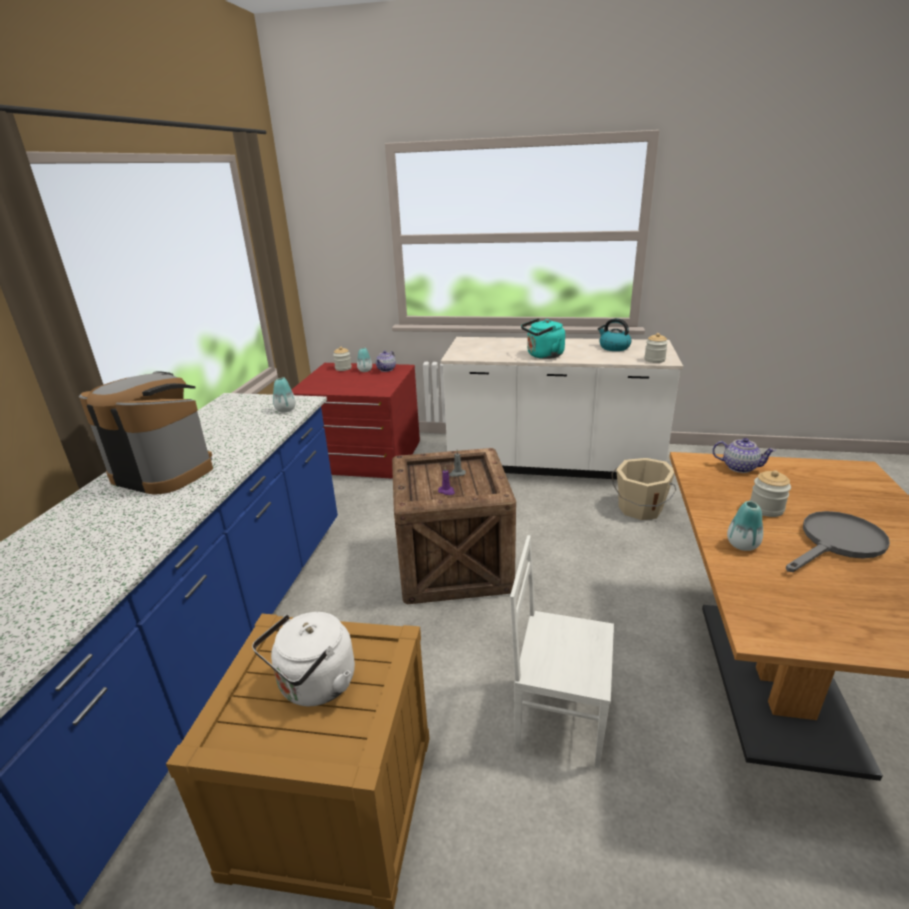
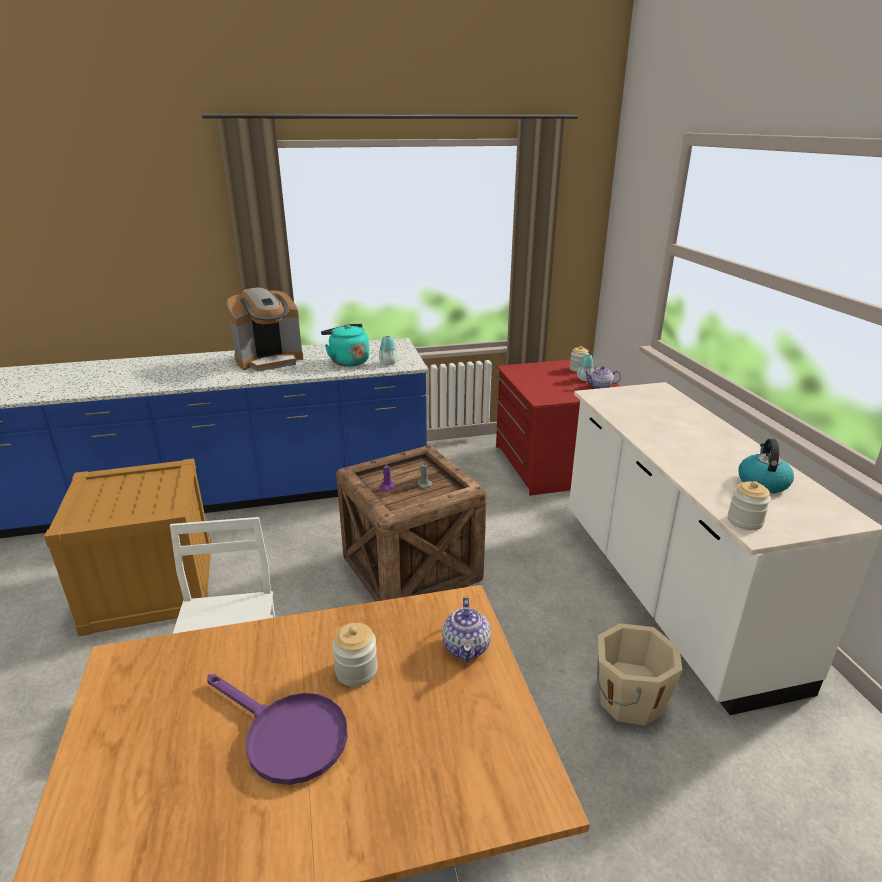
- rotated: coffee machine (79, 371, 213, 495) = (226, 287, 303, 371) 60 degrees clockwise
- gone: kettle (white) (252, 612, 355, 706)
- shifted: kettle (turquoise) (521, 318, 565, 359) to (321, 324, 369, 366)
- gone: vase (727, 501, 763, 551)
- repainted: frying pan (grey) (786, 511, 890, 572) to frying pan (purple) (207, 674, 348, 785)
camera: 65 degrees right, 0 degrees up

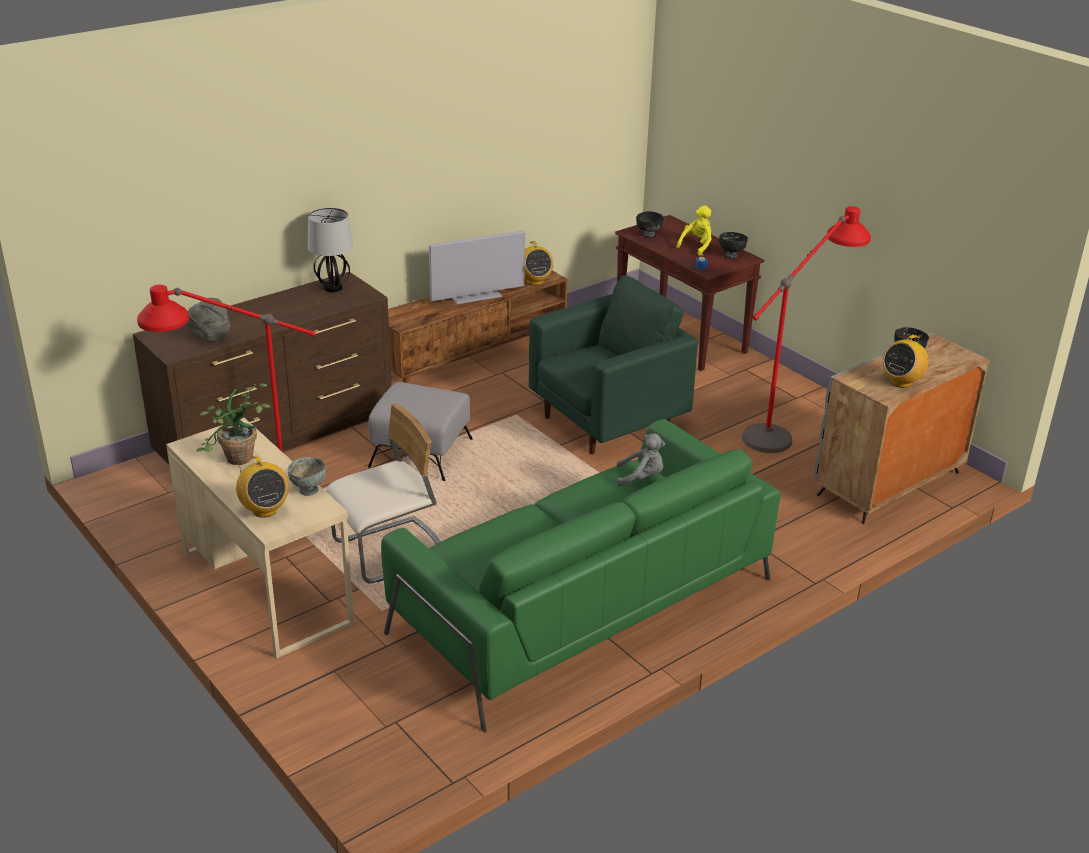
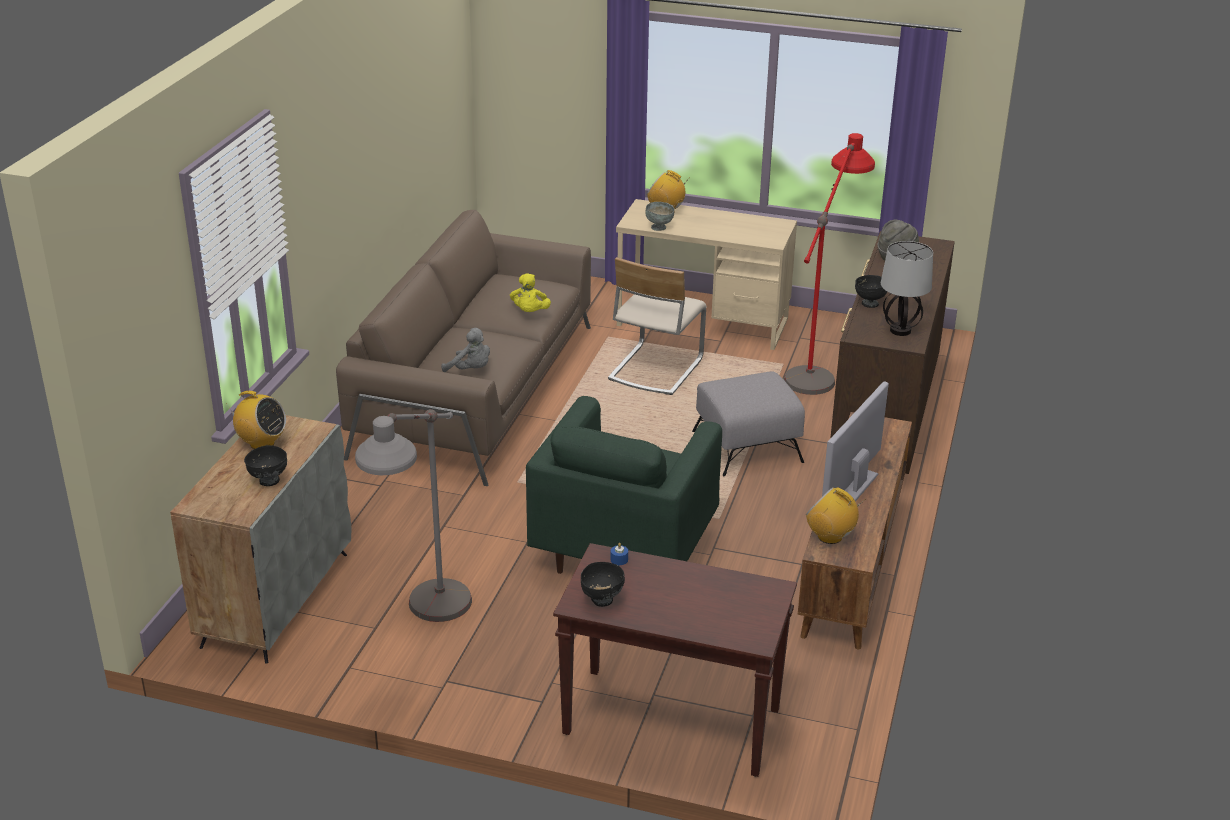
- gone: potted plant (196, 383, 271, 465)
- repainted: sofa (green) (381, 419, 781, 732) to sofa (brown) (336, 210, 591, 486)
- rotated: plush toy (grey) (617, 433, 665, 486) = (441, 328, 490, 372) 120 degrees counterclockwise
- shifted: bowl (black) (636, 211, 664, 238) to (855, 275, 887, 308)
- shifted: plush toy (yellow) (677, 205, 712, 256) to (510, 273, 551, 312)
- repainted: floor lamp (red) (742, 206, 871, 453) to floor lamp (grey) (355, 409, 472, 622)
- rotated: radio (882, 334, 928, 388) = (226, 391, 286, 449) 105 degrees clockwise
camera: 145 degrees right, 0 degrees up

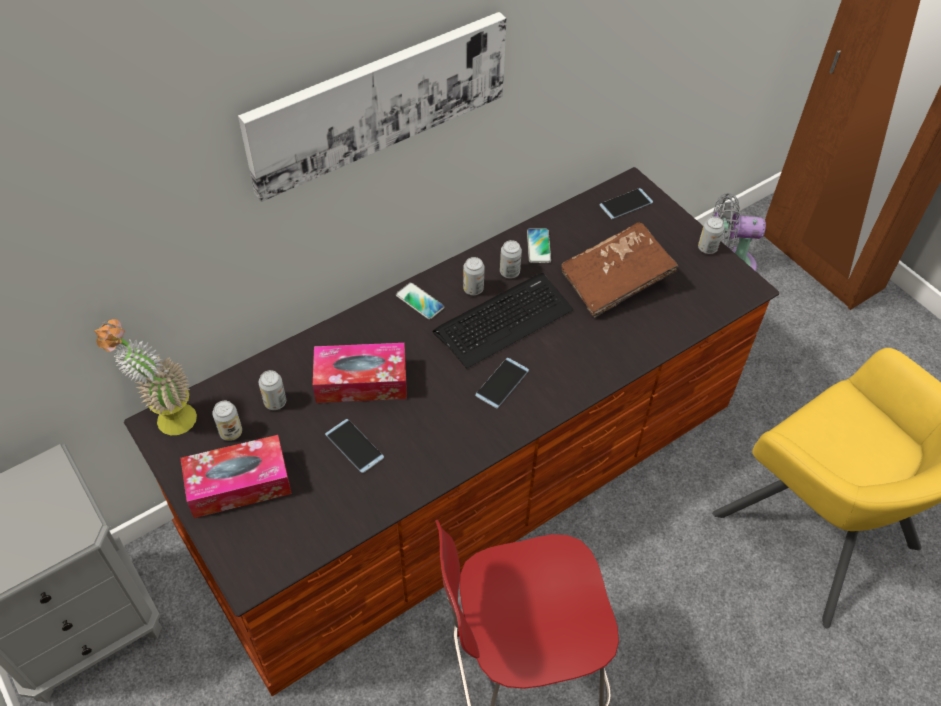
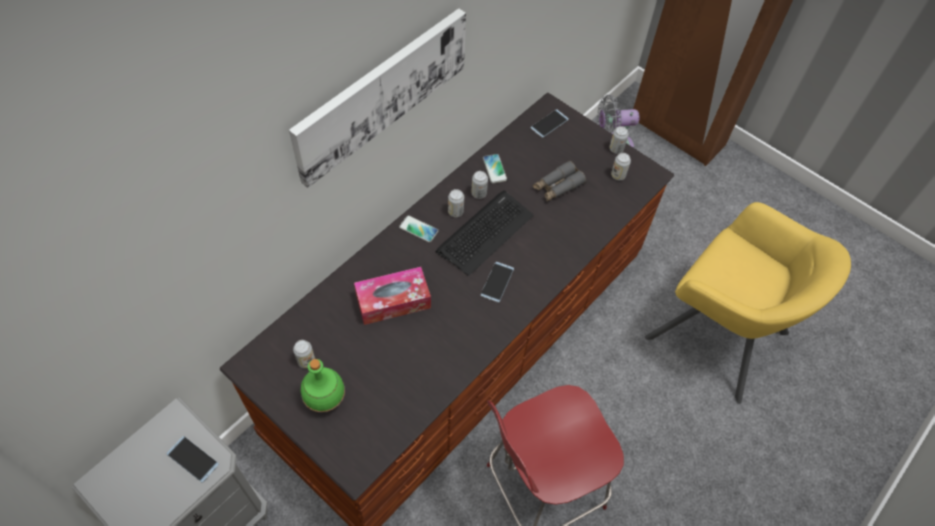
- gone: potted plant (94, 319, 197, 435)
- swapped: tissue box (180, 435, 292, 518) to bottle (green) (301, 359, 345, 412)
- shifted: can (259, 370, 286, 410) to (611, 153, 631, 180)
- shifted: phone (325, 419, 384, 473) to (166, 436, 219, 483)
- swapped: book (brown) (562, 222, 678, 317) to binoculars (grey) (533, 161, 586, 201)
camera: 15 degrees left, 5 degrees up

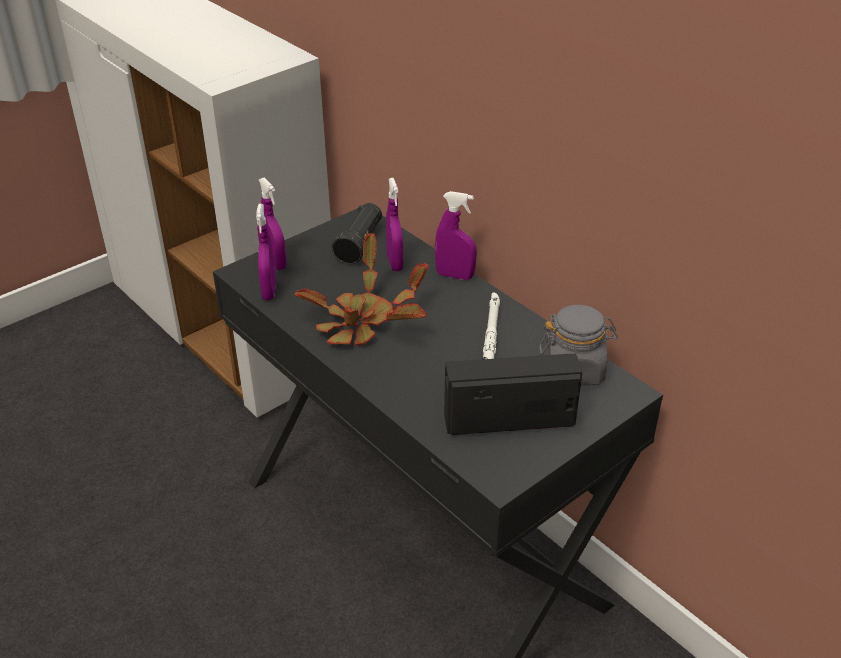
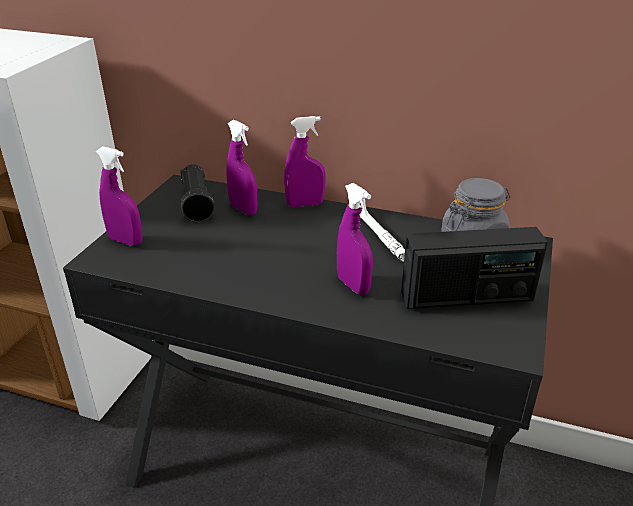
- shifted: spray bottle (purple) (256, 204, 276, 300) to (337, 183, 373, 295)
- gone: potted plant (294, 233, 429, 345)
- rotated: radio (444, 353, 582, 435) = (401, 227, 548, 309) 150 degrees counterclockwise
camera: 30 degrees left, 5 degrees down

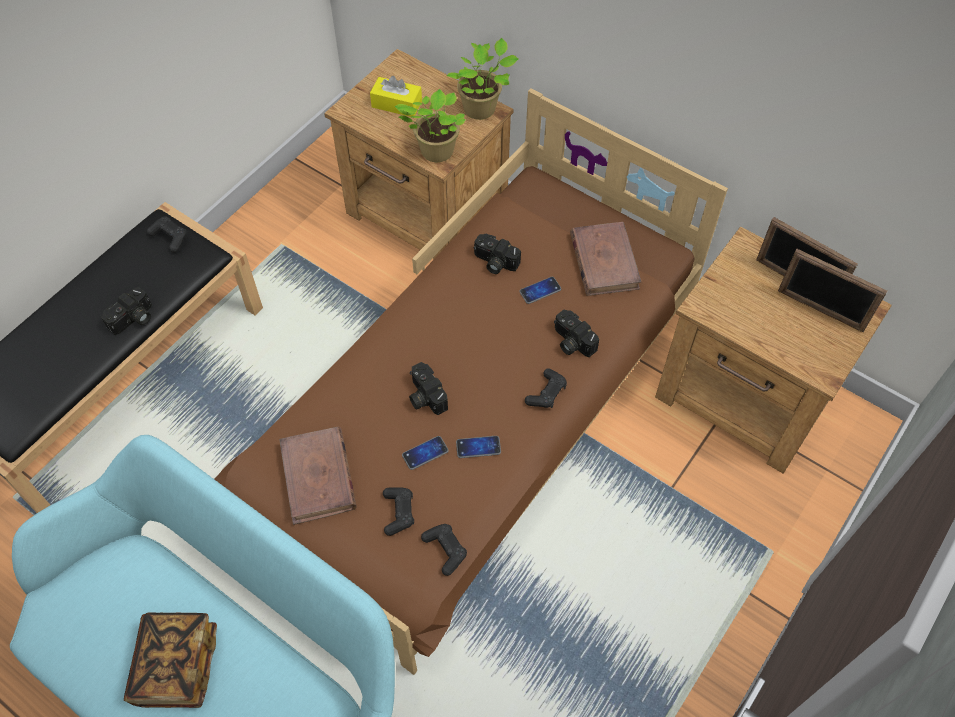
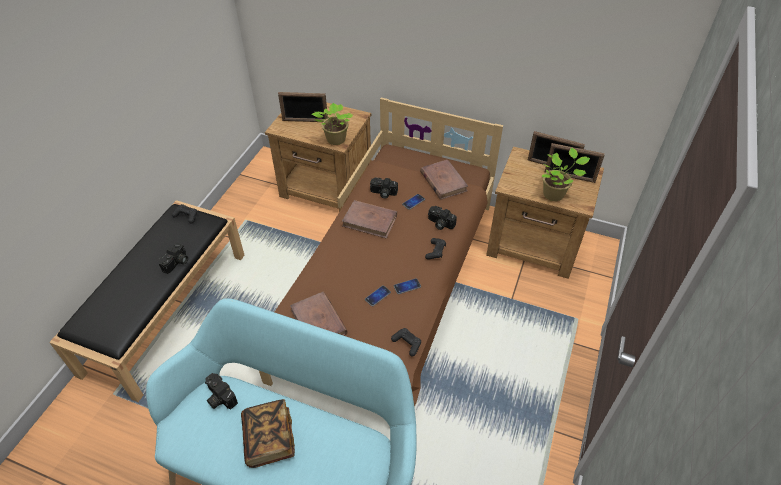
- swapped: tissue box (yellow) (370, 76, 422, 117) to picture frame (278, 92, 328, 122)
- gone: game controller (black) (383, 487, 414, 536)
- shifted: photo camera (409, 362, 448, 415) to (205, 373, 238, 409)
- shifted: potted plant (446, 38, 519, 120) to (542, 148, 590, 201)
- new: book (brown) (342, 200, 397, 239)
camera: 15 degrees left, 10 degrees down

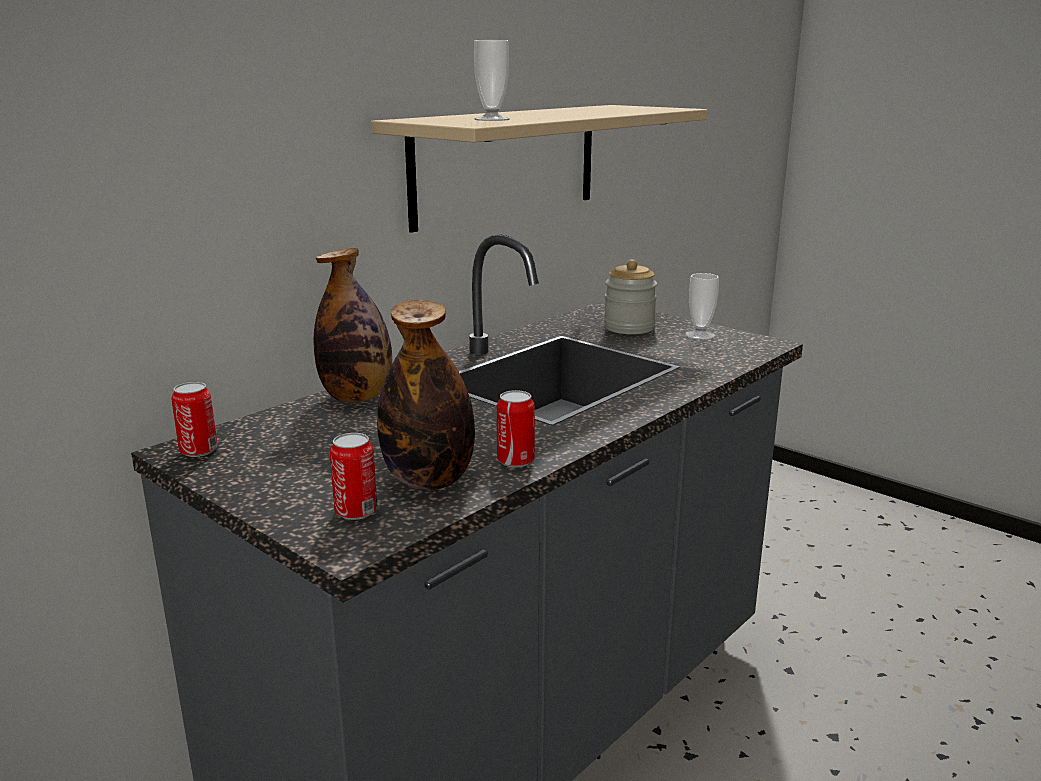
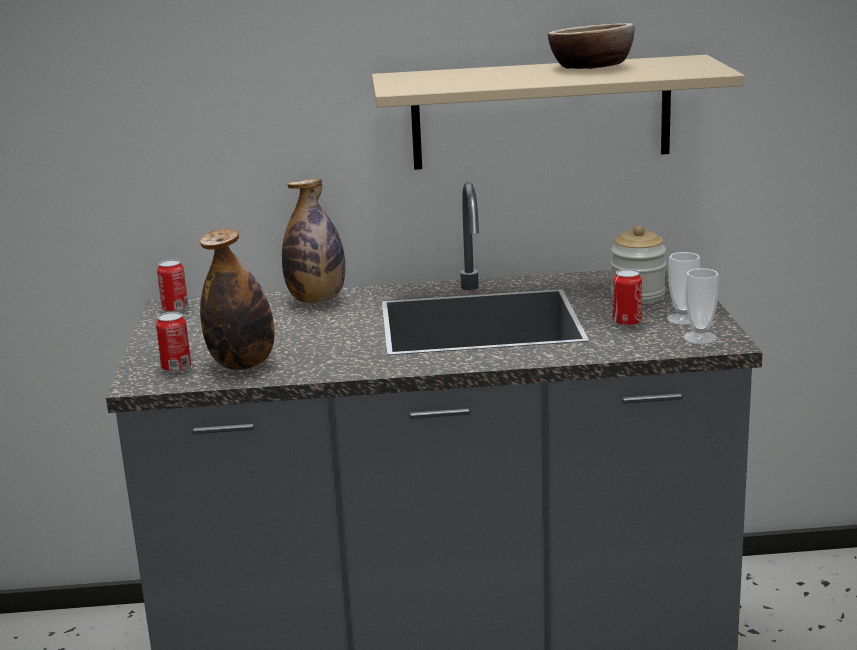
- shifted: cup (474, 40, 510, 121) to (684, 268, 719, 344)
- shifted: can (497, 390, 535, 467) to (613, 269, 642, 327)
- new: bowl (548, 23, 635, 69)
camera: 45 degrees right, 0 degrees up

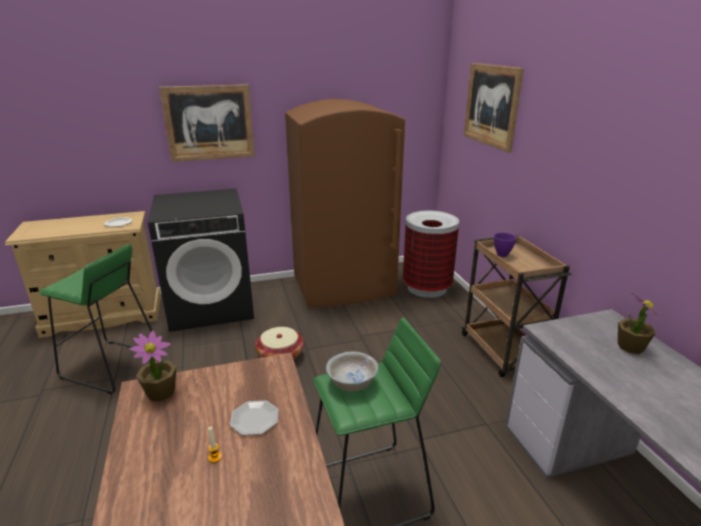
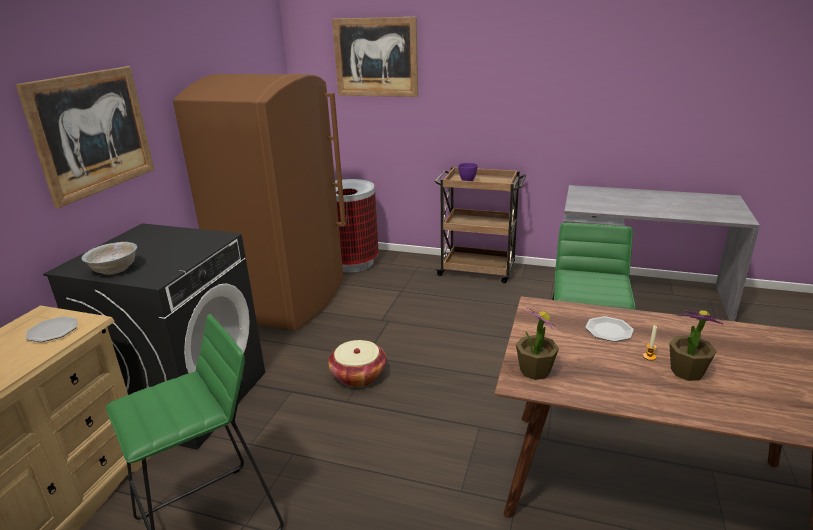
- shifted: bowl (white) (326, 352, 378, 391) to (82, 242, 137, 275)
- shifted: potted plant (618, 293, 660, 354) to (669, 310, 723, 381)
camera: 55 degrees left, 0 degrees up

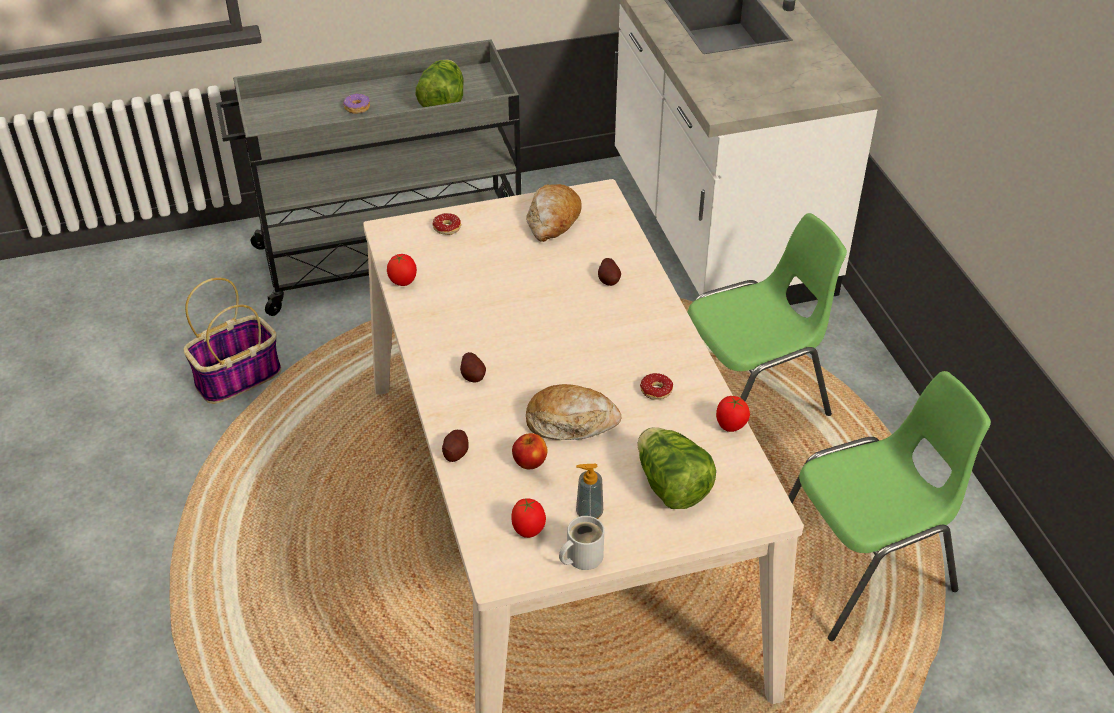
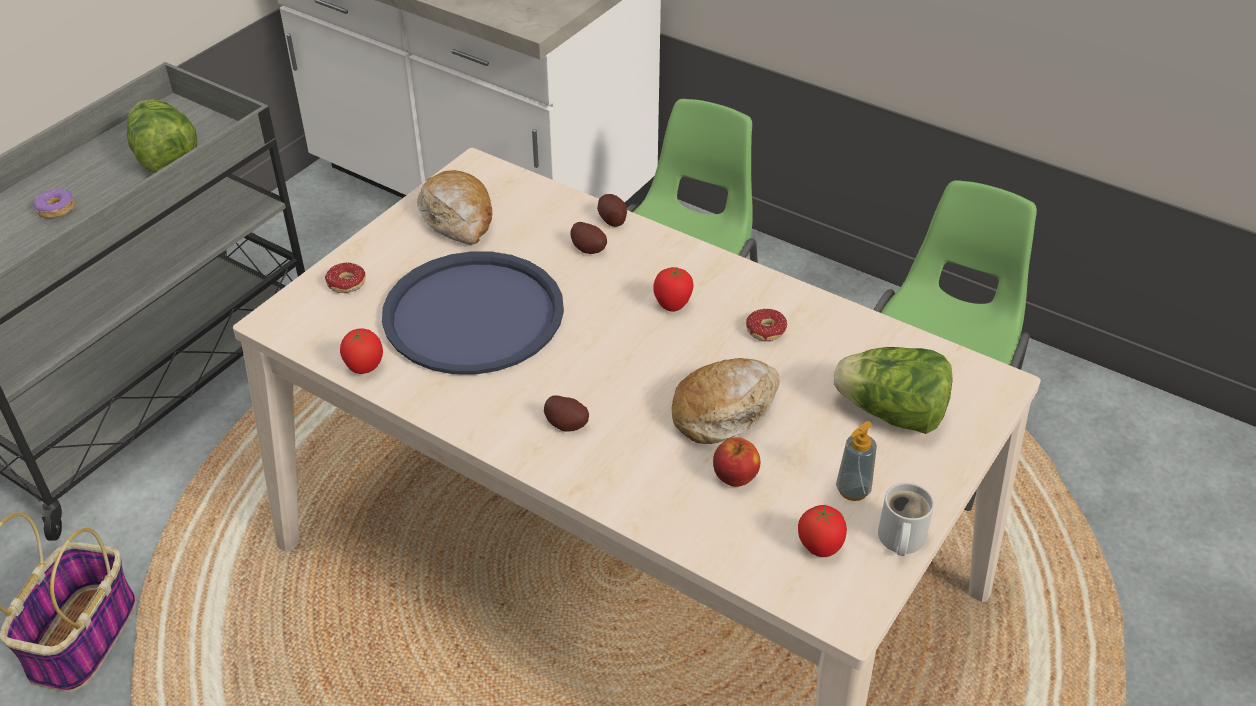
- shifted: potato (442, 430, 469, 462) to (597, 194, 627, 227)
- shifted: tomato (716, 396, 750, 432) to (653, 267, 694, 312)
- new: tray (blue) (382, 251, 564, 375)
camera: 40 degrees left, 0 degrees up

